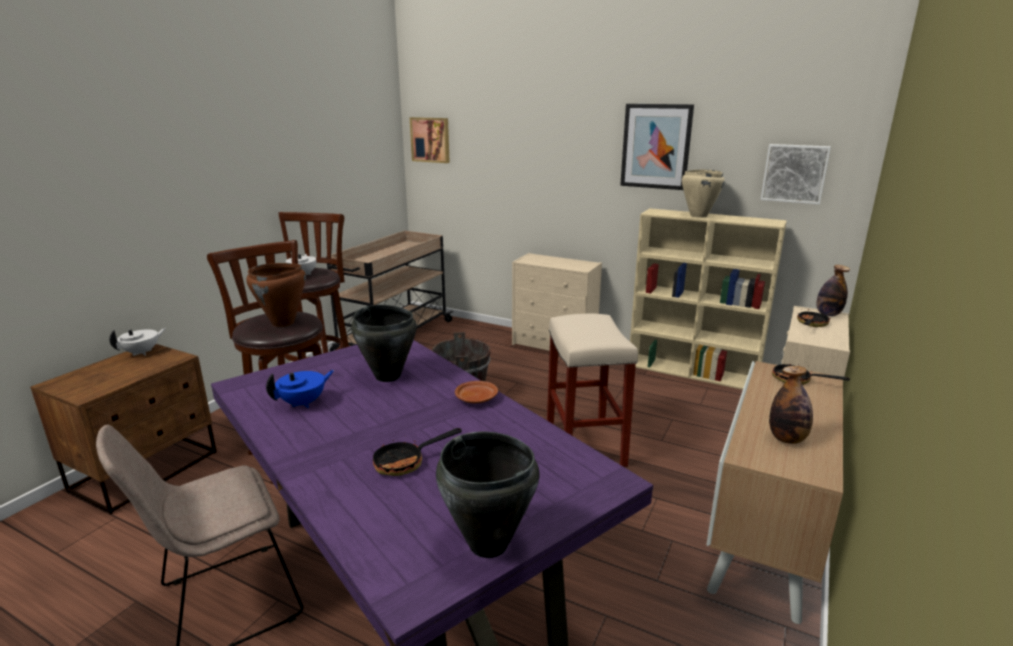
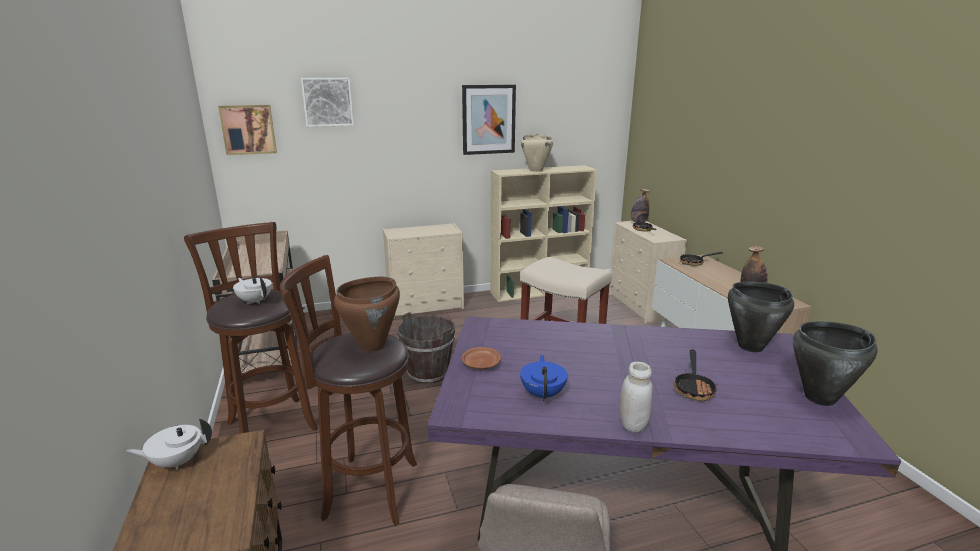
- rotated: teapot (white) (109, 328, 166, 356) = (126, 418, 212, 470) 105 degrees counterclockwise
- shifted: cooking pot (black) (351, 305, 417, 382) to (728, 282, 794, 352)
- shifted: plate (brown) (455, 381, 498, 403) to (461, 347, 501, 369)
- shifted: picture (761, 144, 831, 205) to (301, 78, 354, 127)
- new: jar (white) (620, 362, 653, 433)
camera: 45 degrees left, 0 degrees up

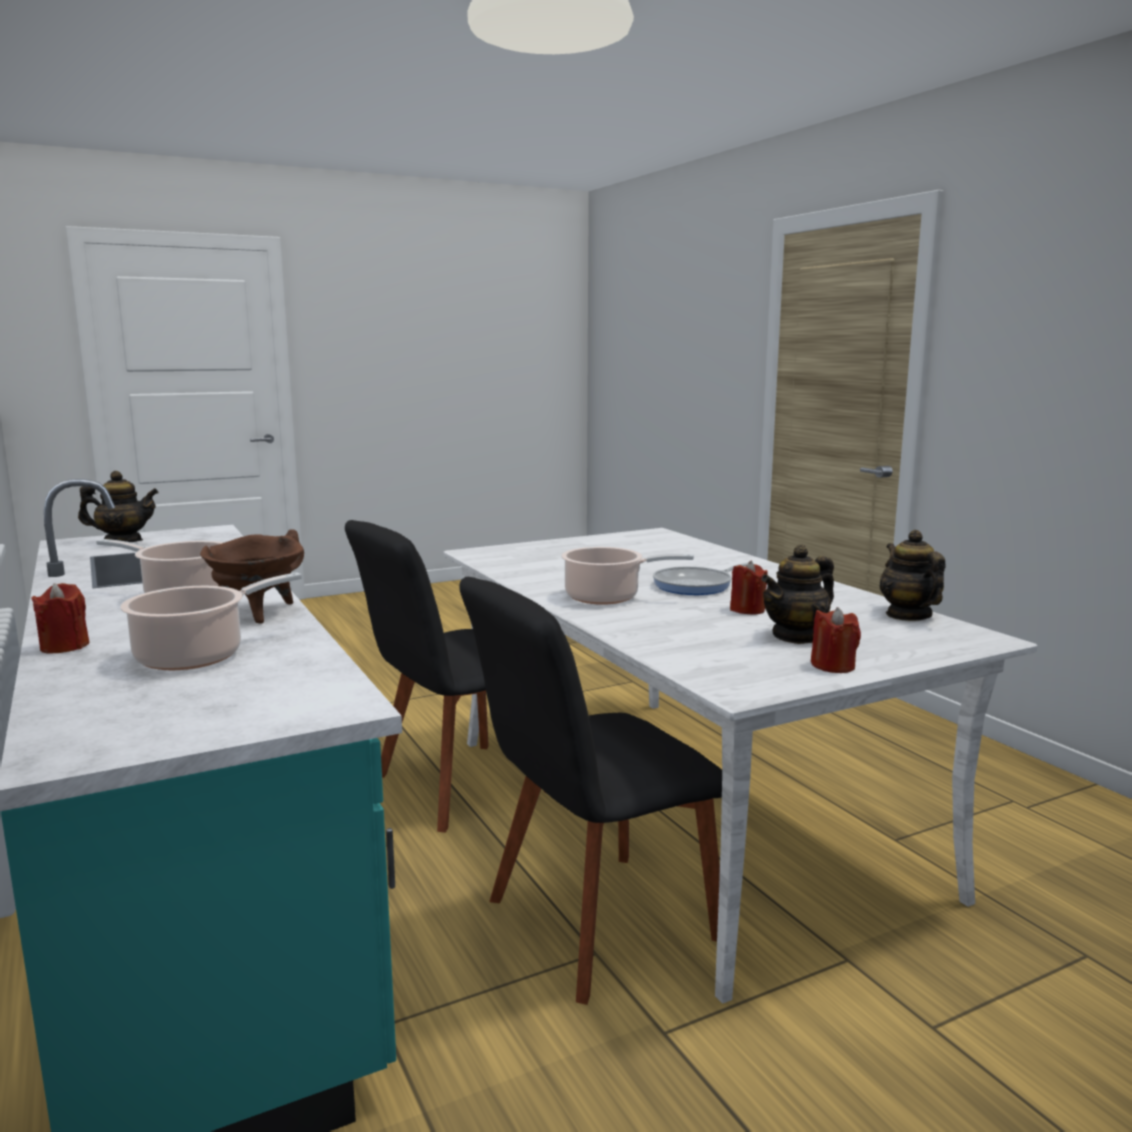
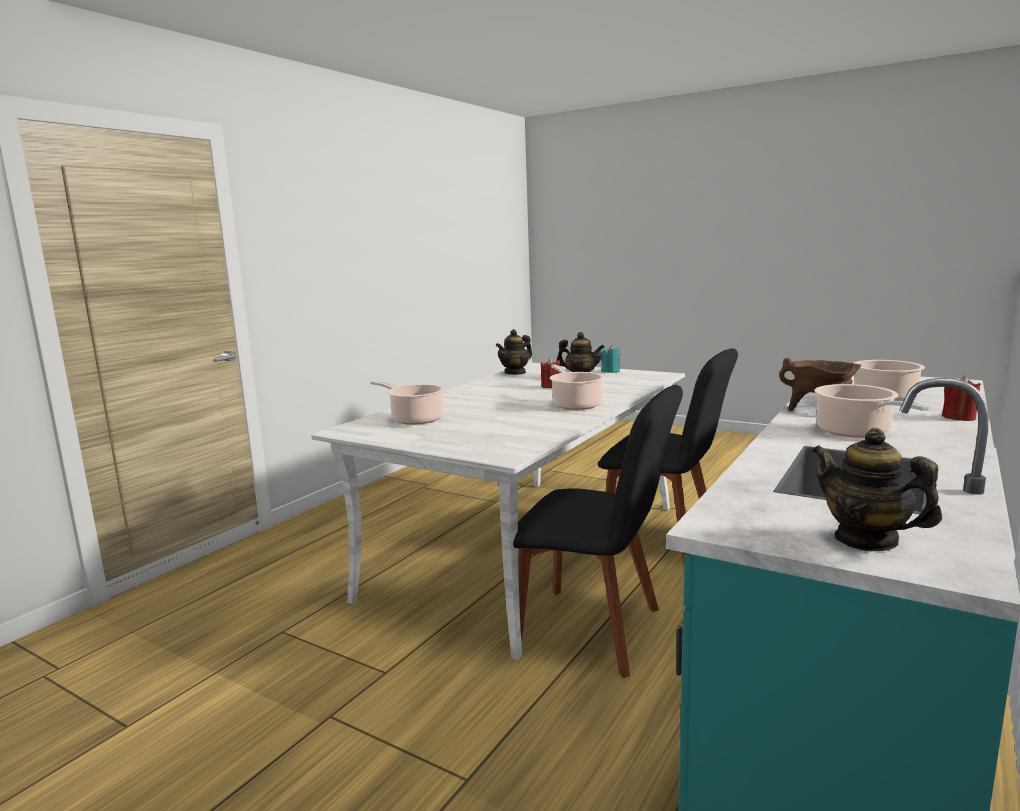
- gone: frying pan (653, 563, 748, 595)
- repainted: candle (red) (811, 607, 861, 673) to candle (turquoise) (601, 345, 621, 373)
- new: cooking pot (370, 381, 445, 425)
camera: 120 degrees left, 0 degrees up

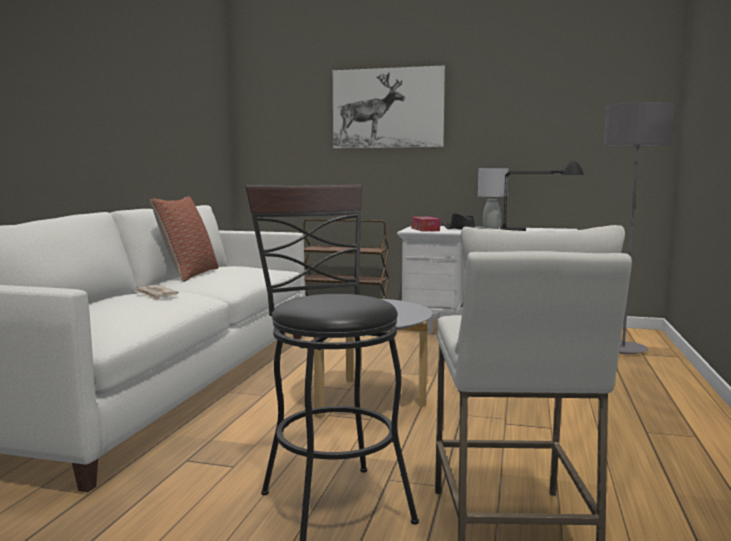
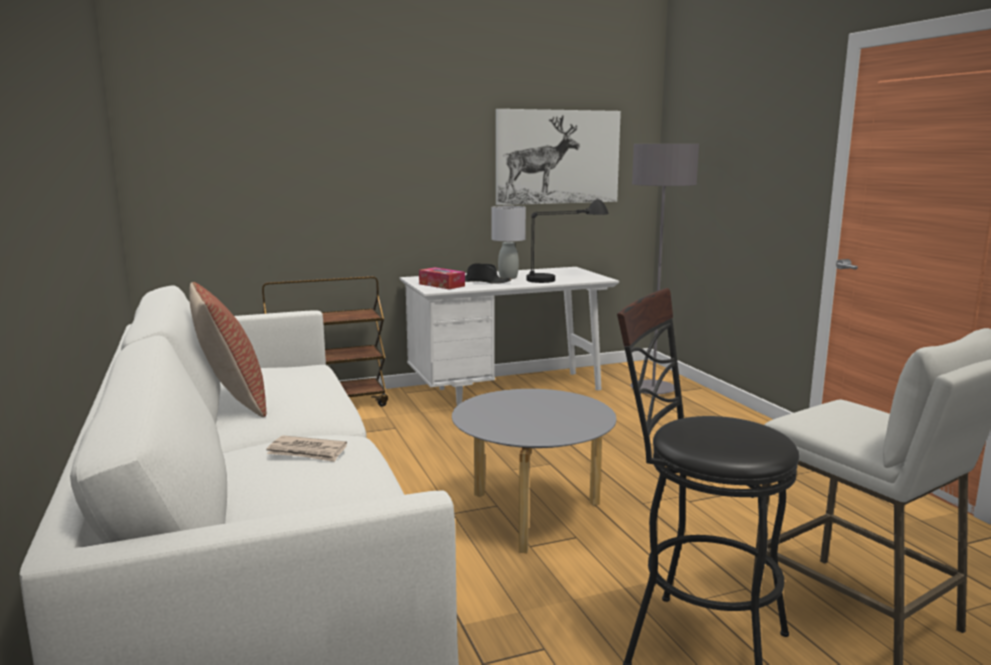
- shifted: picture (333, 66, 445, 148) to (496, 109, 621, 205)
camera: 35 degrees left, 5 degrees up

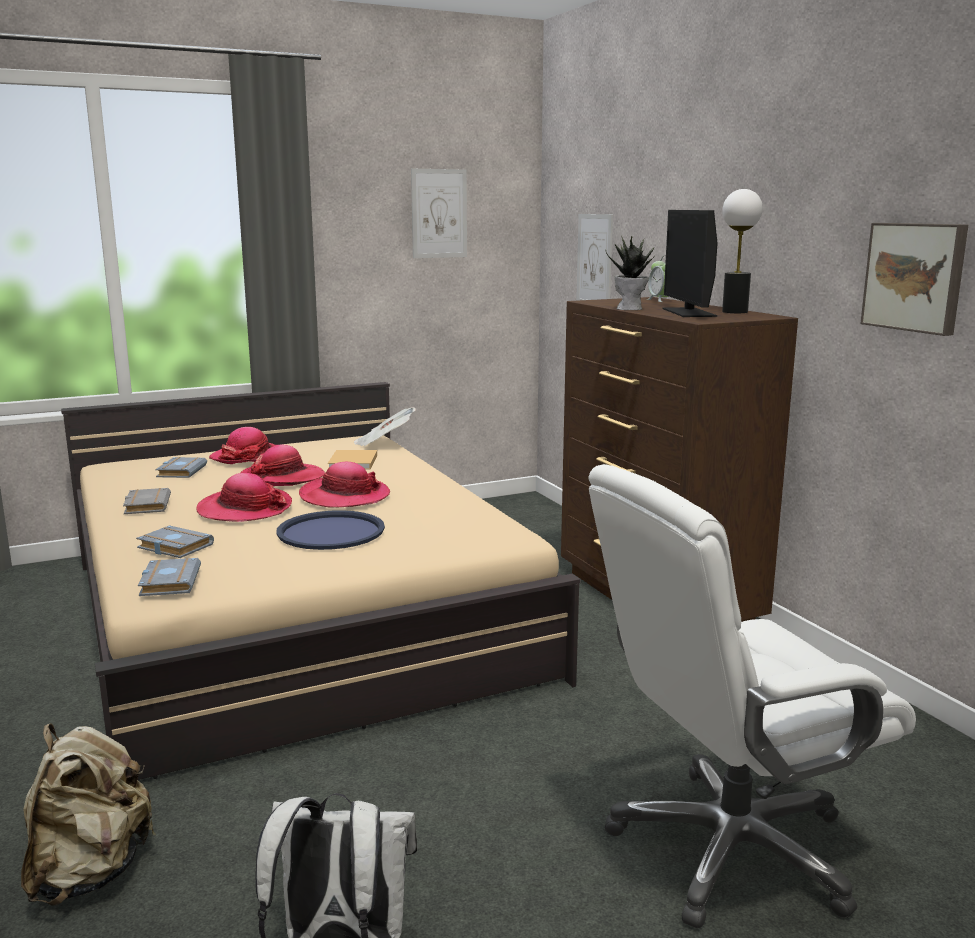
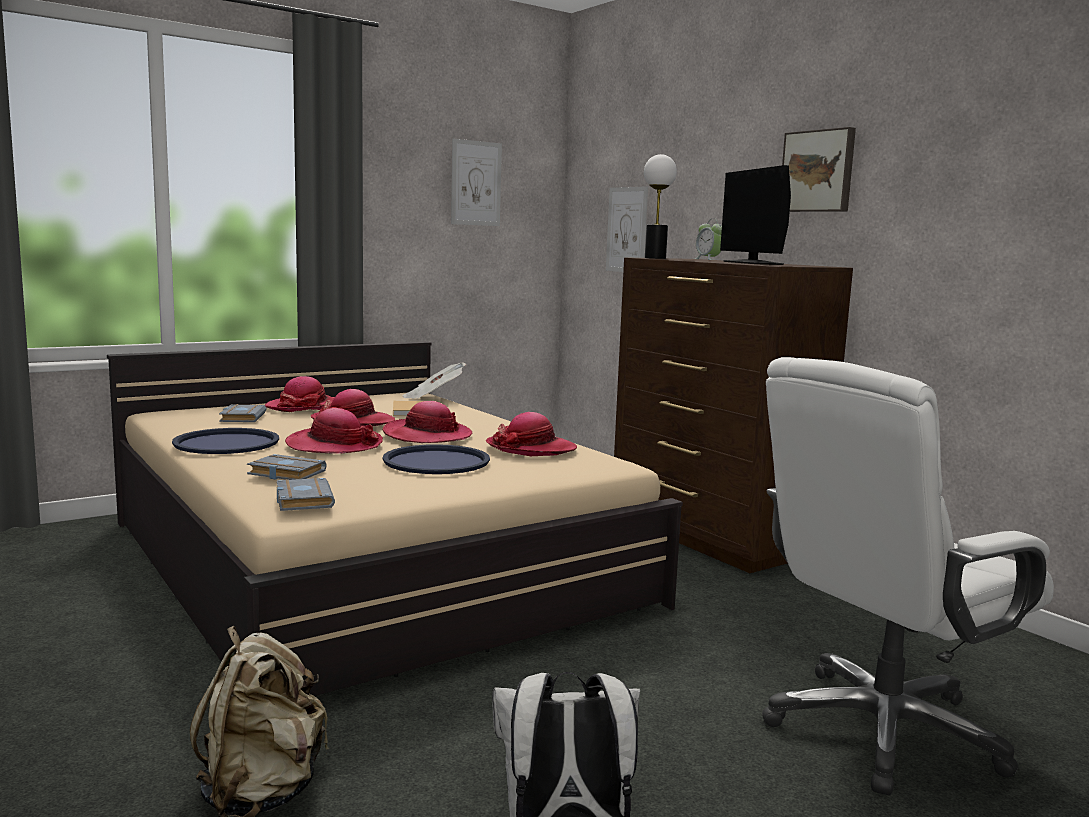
- swapped: book (grey) (123, 488, 171, 514) to tray (blue) (172, 428, 279, 454)
- gone: potted plant (605, 236, 654, 310)
- shifted: table lamp (722, 189, 763, 313) to (644, 154, 677, 259)
- shifted: picture (860, 223, 968, 336) to (782, 127, 856, 212)
- new: hat (486, 412, 577, 456)
camera: 10 degrees left, 5 degrees down

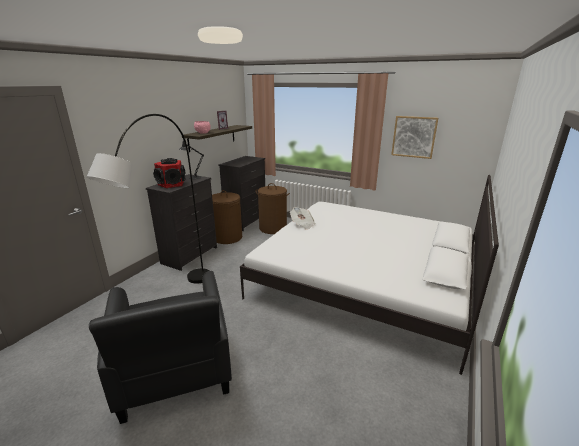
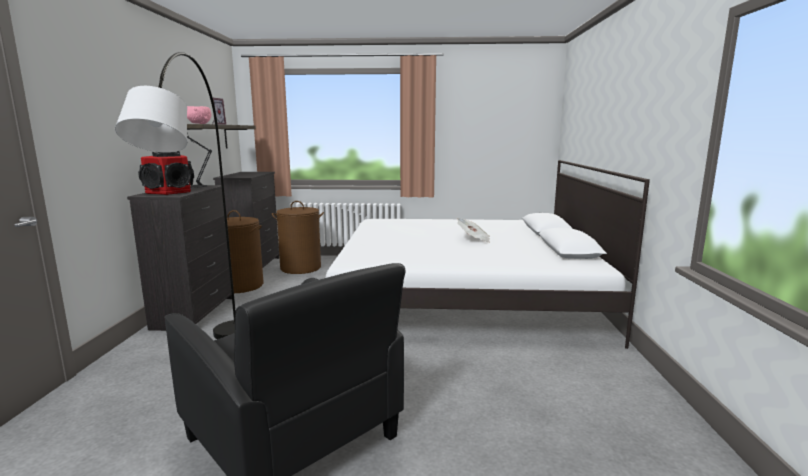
- shifted: newspaper (290, 207, 316, 230) to (457, 218, 490, 243)
- gone: picture (391, 116, 438, 159)
camera: 25 degrees left, 10 degrees down

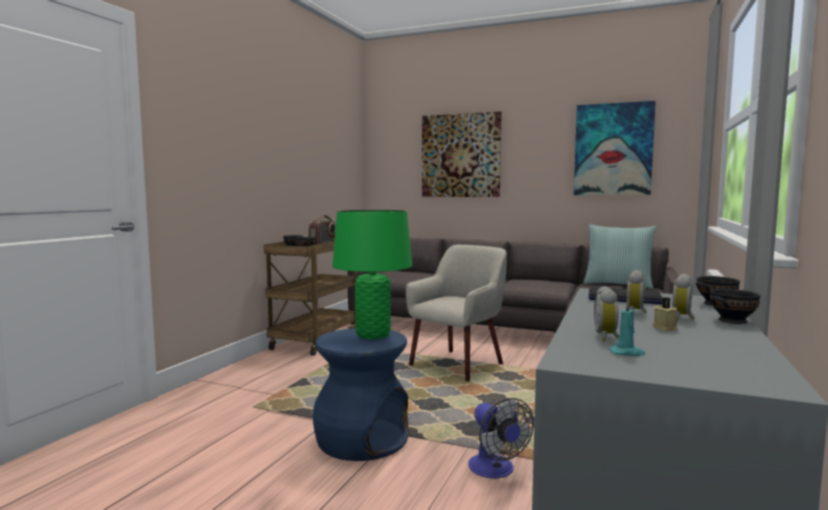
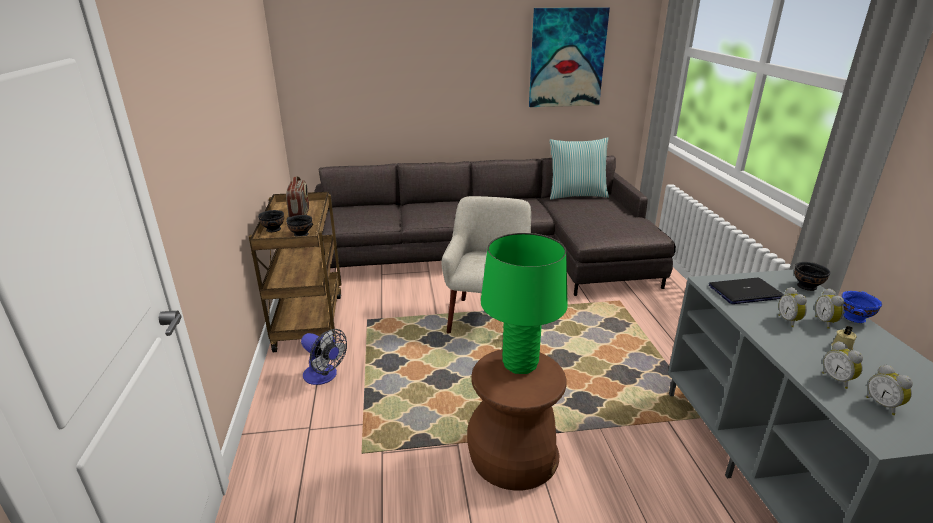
- repainted: stool (blue) (313, 328, 409, 461) to stool (brown) (467, 349, 566, 491)
- gone: picture (422, 111, 502, 197)
- shifted: fan (468, 398, 534, 478) to (301, 329, 347, 385)
- swapped: candle (turquoise) (609, 299, 645, 356) to alarm clock (866, 364, 913, 415)
- repainted: bowl (black) (710, 289, 761, 324) to bowl (blue) (842, 291, 882, 323)
camera: 30 degrees left, 20 degrees up

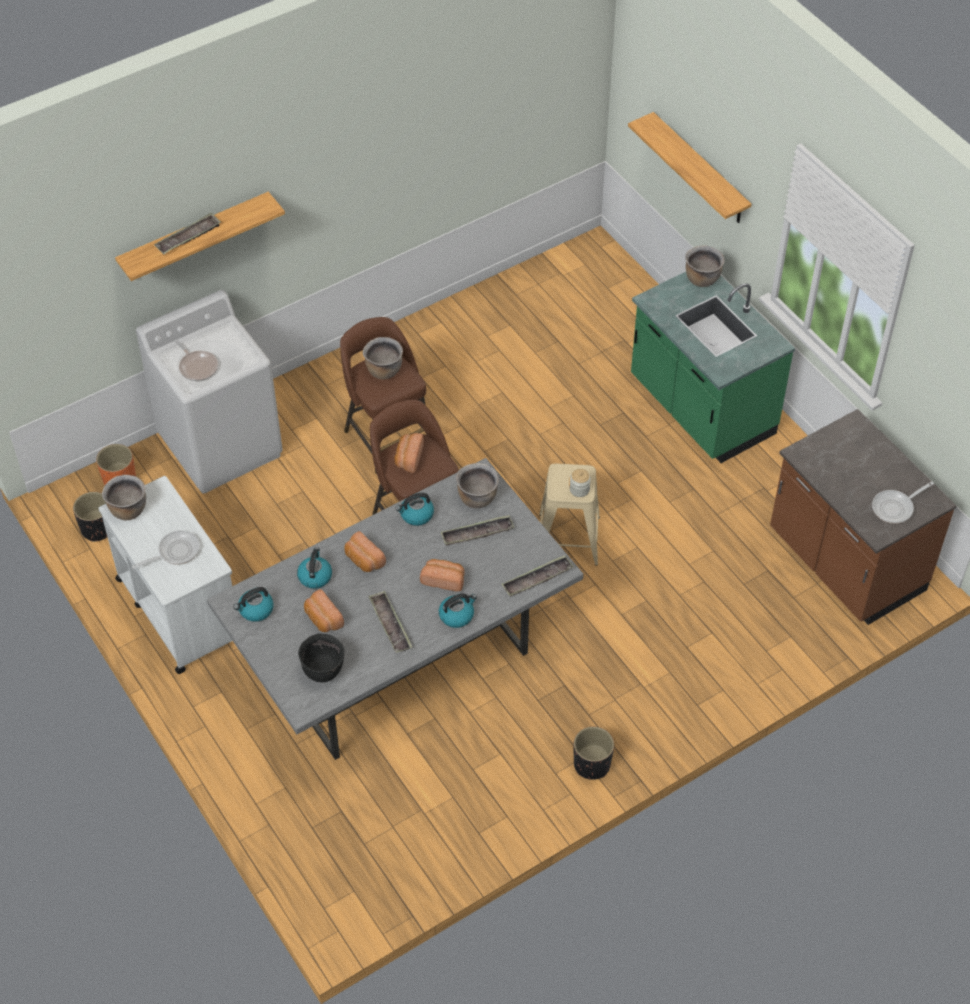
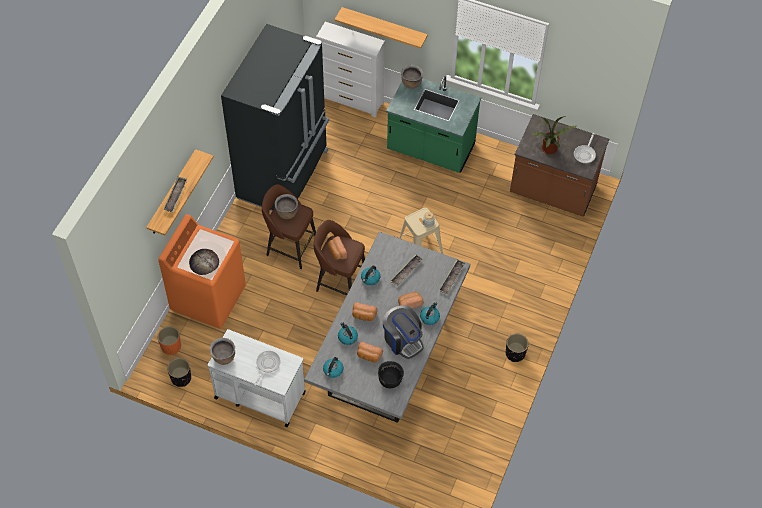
- repainted: washing machine (white) (136, 290, 283, 494) to washing machine (orange) (158, 214, 246, 329)
- swapped: frying pan (175, 340, 218, 381) to bread (189, 249, 219, 275)
- swapped: tray (368, 591, 412, 653) to coffee machine (383, 305, 424, 359)
- gone: cooking pot (brown) (456, 463, 499, 508)
- new: fridge (black) (221, 24, 329, 211)
- new: dresser (white) (316, 22, 385, 118)
- new: potted plant (532, 116, 576, 155)
camera: 35 degrees left, 5 degrees up

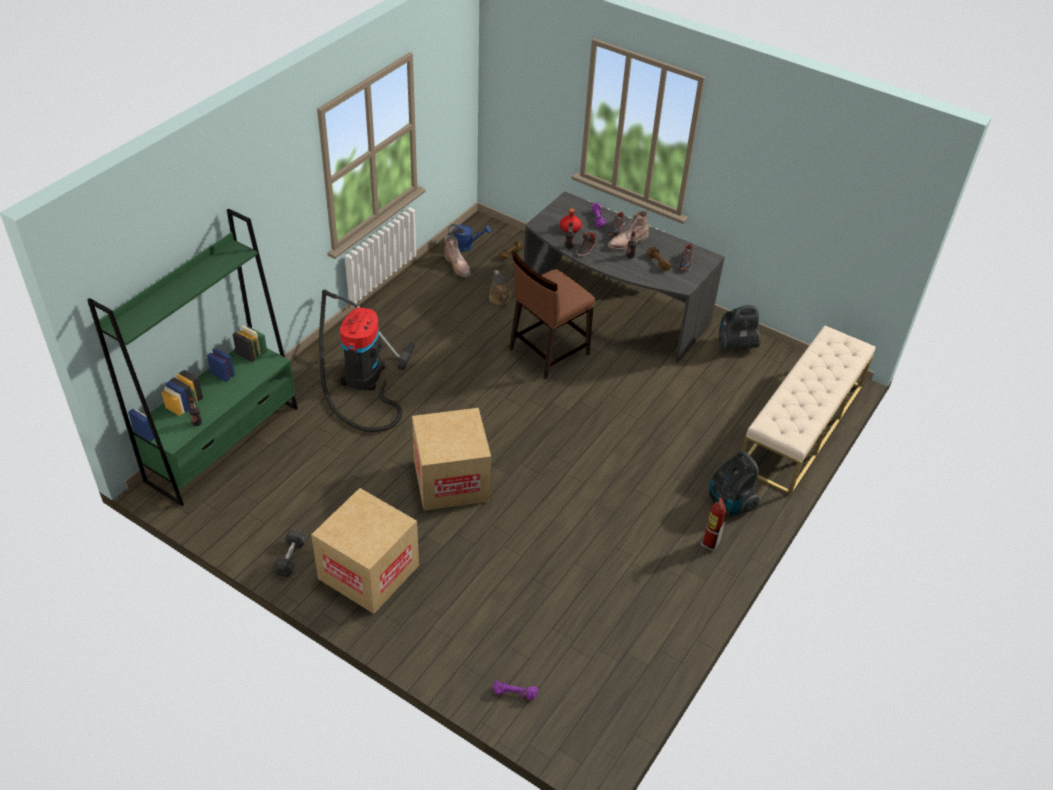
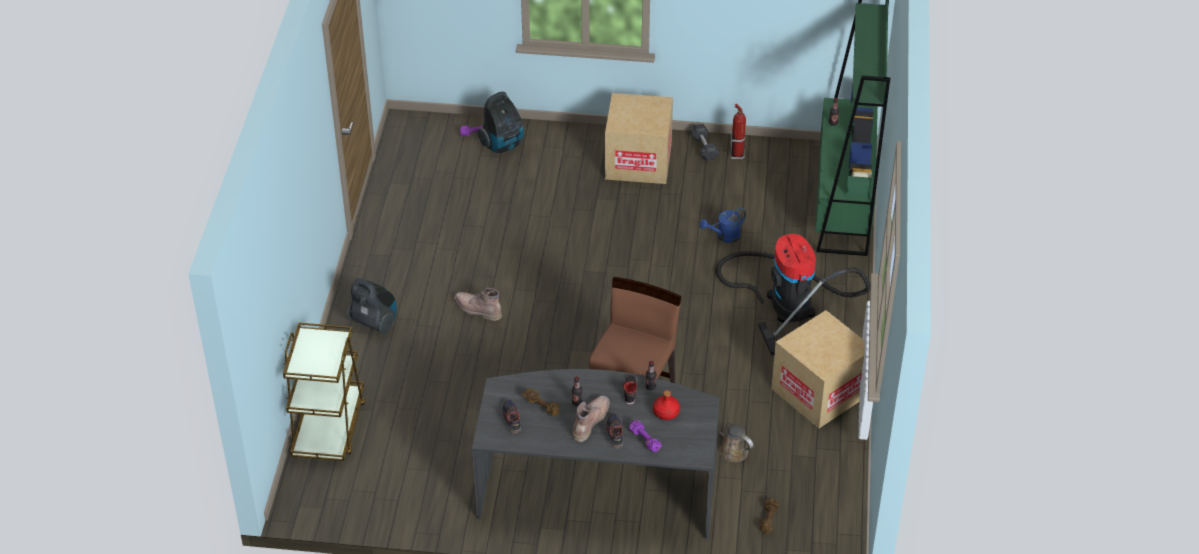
- shifted: cardboard box (412, 408, 491, 511) to (771, 310, 865, 428)
- shifted: boot (brown) (444, 236, 471, 277) to (454, 288, 502, 321)
- shifted: watering can (blue) (448, 224, 491, 252) to (700, 208, 746, 243)
- shifted: fire extinguisher (700, 498, 726, 552) to (730, 104, 746, 159)
- shifted: vacuum cleaner (719, 305, 761, 351) to (478, 91, 524, 153)
- swapped: bench (beige) (742, 326, 876, 496) to cart (brown) (283, 322, 366, 461)
camera: 155 degrees right, 0 degrees up

